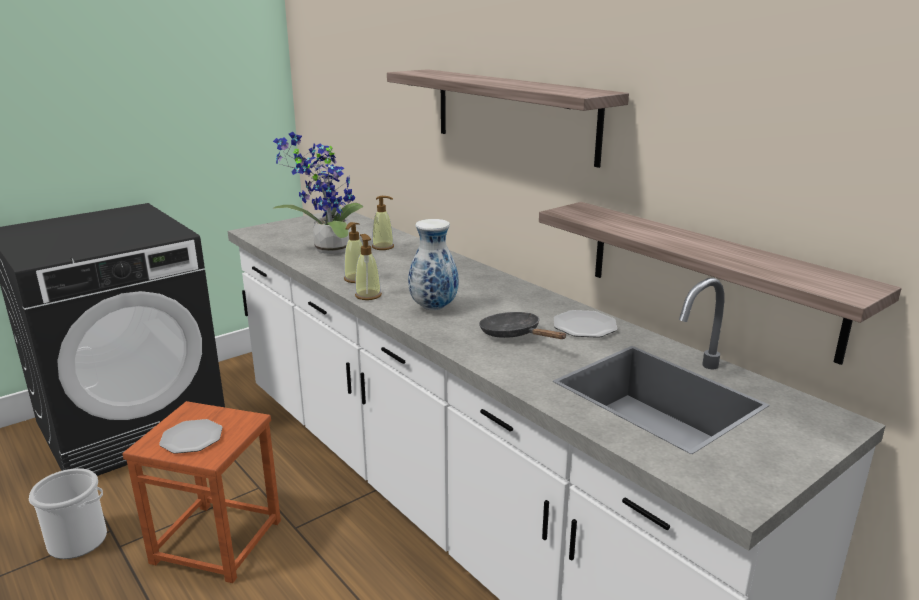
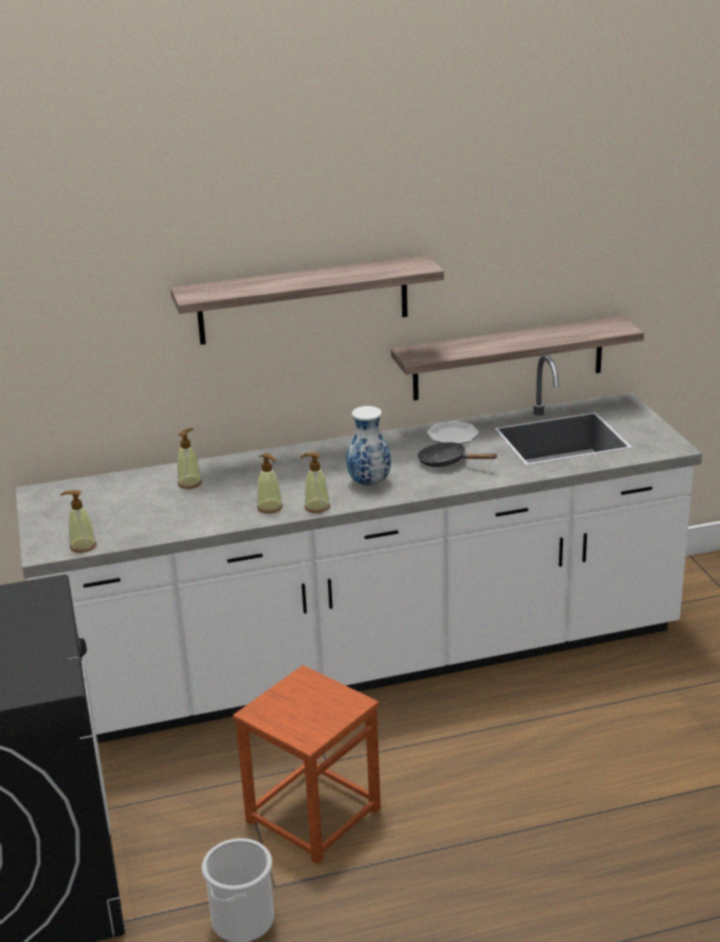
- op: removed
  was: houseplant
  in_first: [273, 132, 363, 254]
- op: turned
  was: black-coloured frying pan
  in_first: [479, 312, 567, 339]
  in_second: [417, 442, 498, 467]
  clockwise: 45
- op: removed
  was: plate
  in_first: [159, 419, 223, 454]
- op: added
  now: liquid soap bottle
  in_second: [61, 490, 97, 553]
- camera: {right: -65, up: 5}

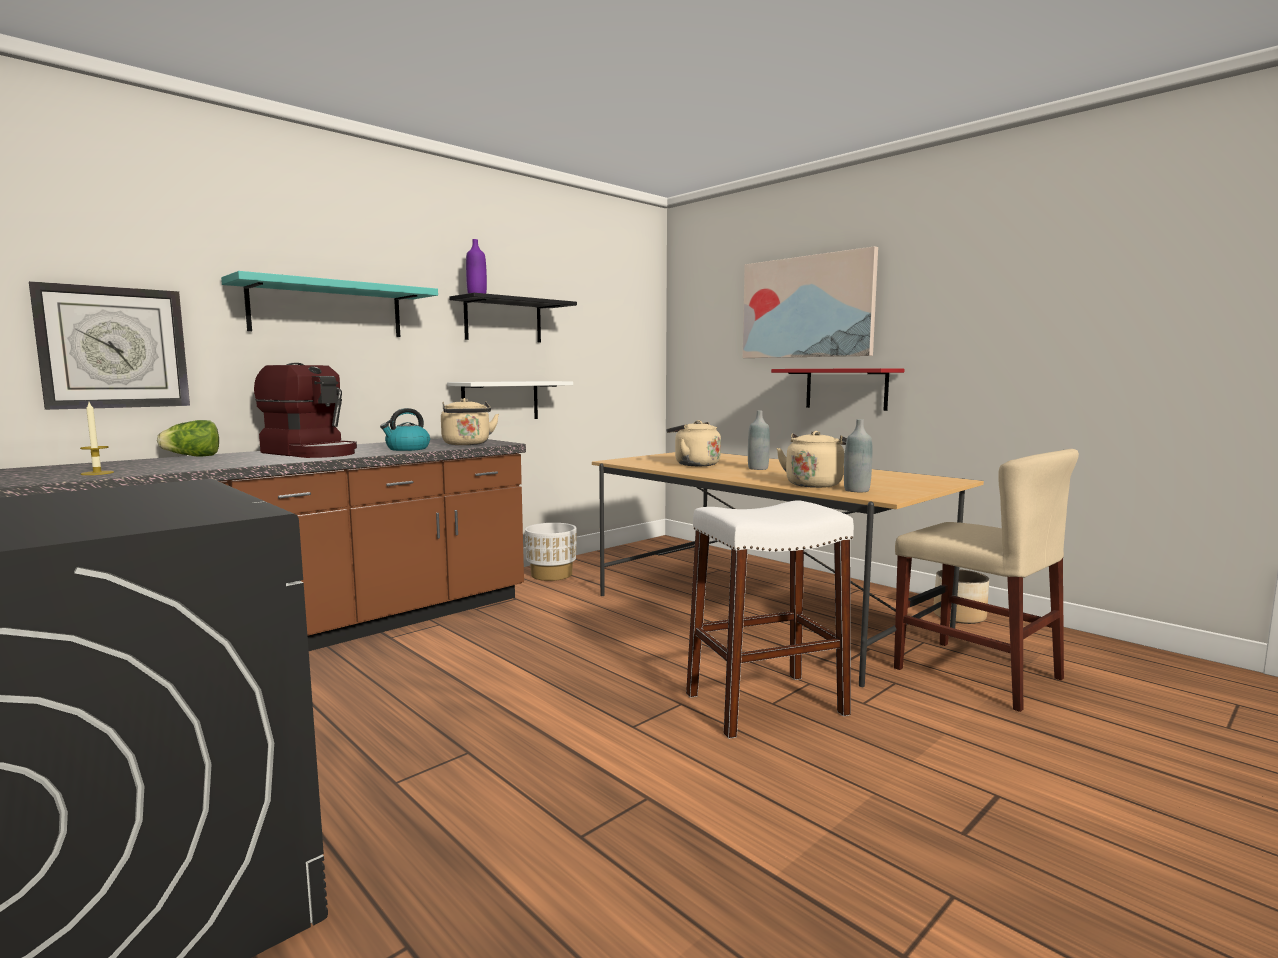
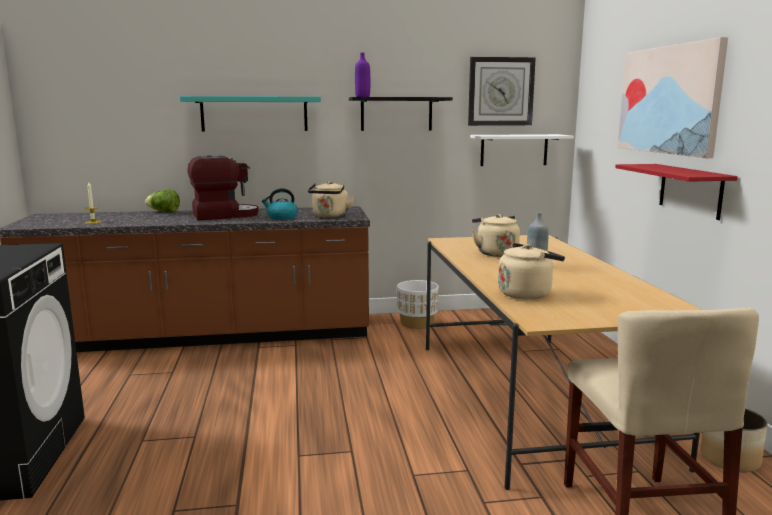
- op: moved
  was: clock on the wall
  in_first: [29, 281, 190, 410]
  in_second: [468, 57, 536, 126]
- op: turned
  was: coffee maker
  in_first: [254, 363, 357, 458]
  in_second: [188, 155, 259, 220]
  clockwise: -90
- op: moved
  was: white-coloured shelf
  in_first: [447, 381, 573, 419]
  in_second: [470, 134, 574, 166]
- op: removed
  was: greyish beverage bottle
  in_first: [844, 419, 872, 492]
- op: removed
  was: white-coloured sitting stool
  in_first: [686, 500, 854, 739]
- camera: {right: 35, up: 5}

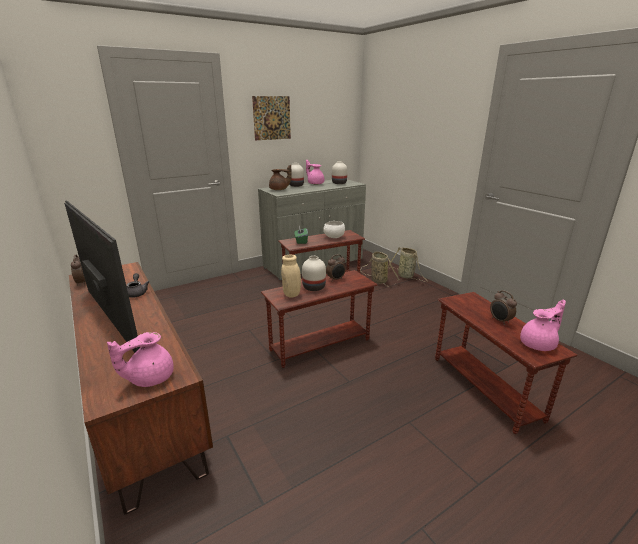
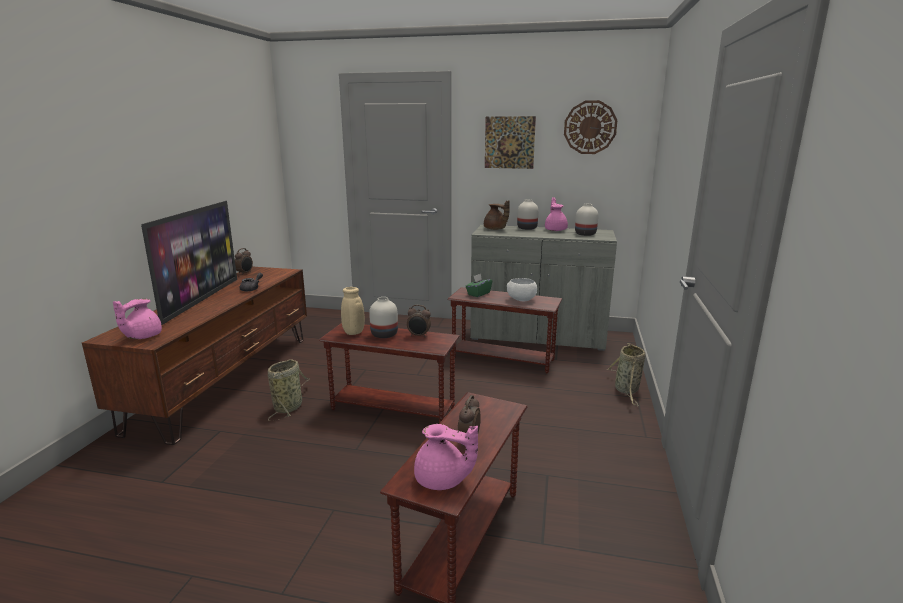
- op: moved
  was: storage basket
  in_first: [361, 252, 399, 287]
  in_second: [268, 360, 310, 421]
- op: turned
  was: pink-coloured teapot
  in_first: [107, 332, 174, 387]
  in_second: [113, 299, 162, 339]
  clockwise: -75
- op: added
  now: clock on the wall
  in_second: [564, 100, 618, 154]
- camera: {right: 45, up: -5}

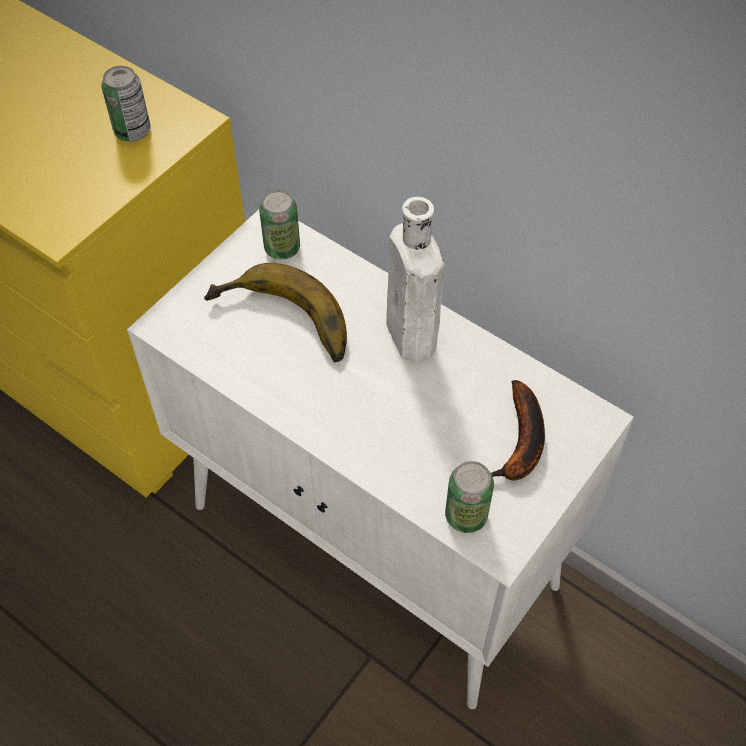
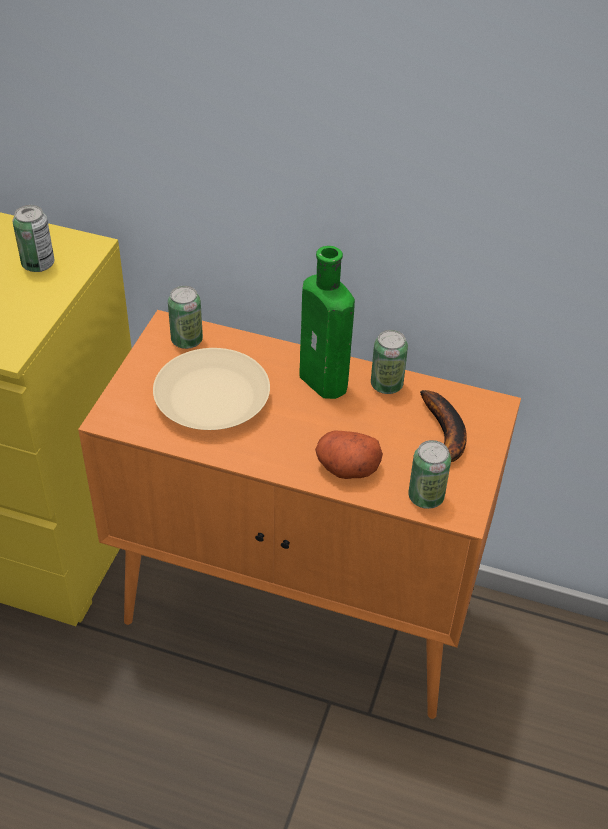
- op: recoloured
  was: white-coloured beverage bottle
  now: greenish beverage bottle
  in_first: [386, 197, 445, 363]
  in_second: [299, 246, 355, 399]
- op: recoloured
  was: white-coloured cabinet
  now: orangey cabinet
  in_first: [127, 210, 634, 709]
  in_second: [78, 310, 521, 719]
- op: replaced
  was: banana
  now: beige-coloured plate
  in_first: [204, 263, 347, 363]
  in_second: [153, 348, 270, 430]
- op: added
  now: sealed can
  in_second: [371, 330, 408, 394]
- op: added
  now: potato
  in_second: [315, 430, 383, 479]
- camera: {right: -20, up: -10}

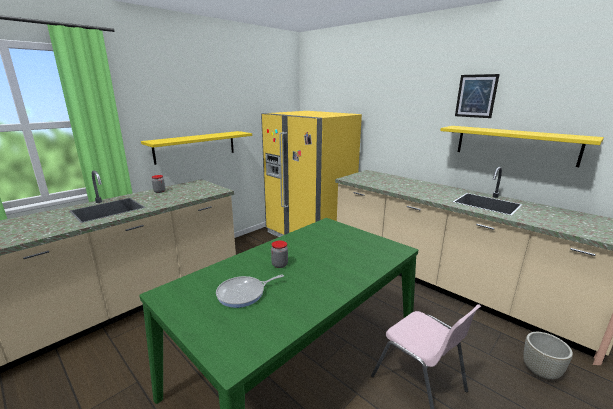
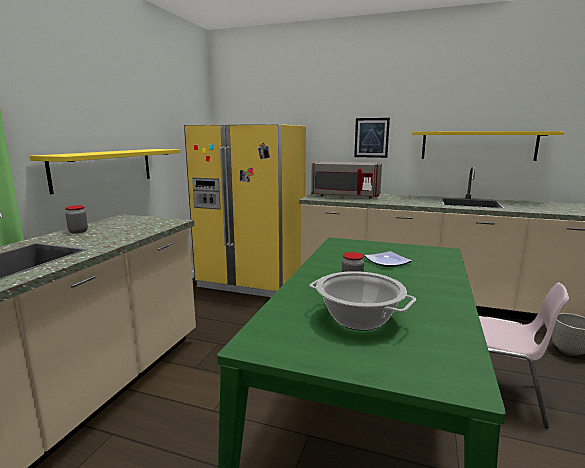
- op: moved
  was: wall picture
  in_first: [455, 74, 500, 118]
  in_second: [354, 118, 390, 158]
- op: replaced
  was: frying pan
  now: cooking pot
  in_first: [216, 275, 284, 308]
  in_second: [309, 271, 416, 331]
- op: added
  now: greyish microwave
  in_second: [311, 161, 382, 199]
- op: added
  now: plate
  in_second: [364, 251, 412, 267]
- camera: {right: -25, up: -5}

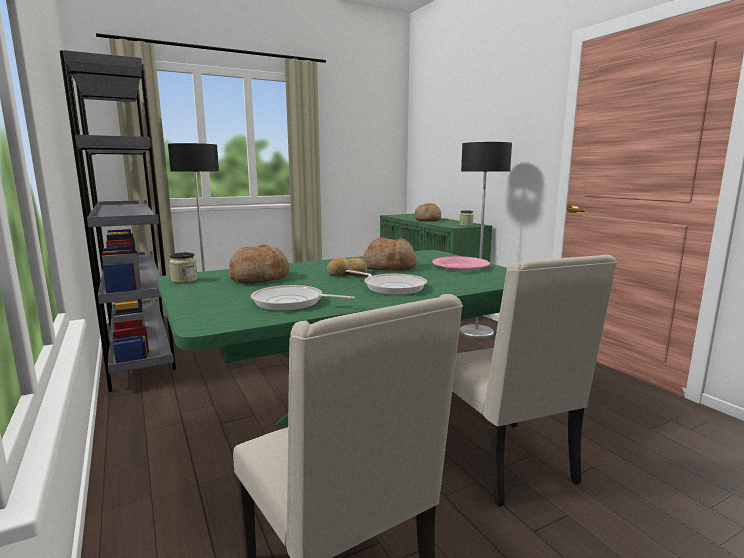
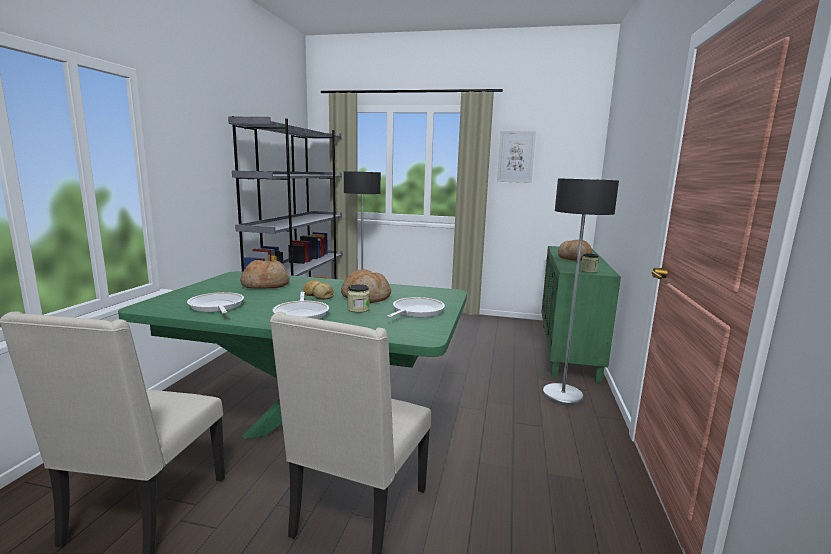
- op: moved
  was: storage jar
  in_first: [169, 252, 198, 283]
  in_second: [347, 284, 370, 313]
- op: replaced
  was: pink-coloured plate
  now: frying pan
  in_first: [432, 256, 490, 270]
  in_second: [387, 297, 445, 318]
- op: added
  now: wall picture
  in_second: [497, 131, 536, 183]
- camera: {right: 40, up: 0}

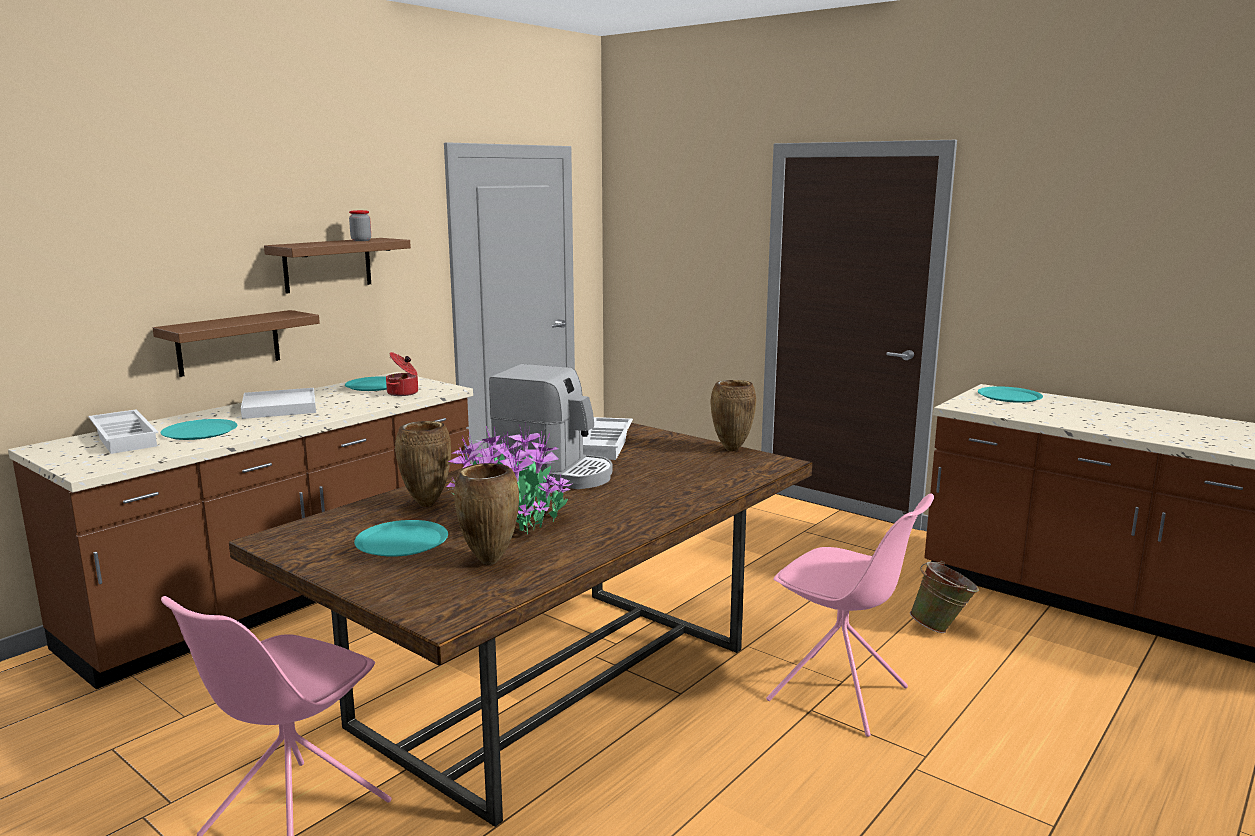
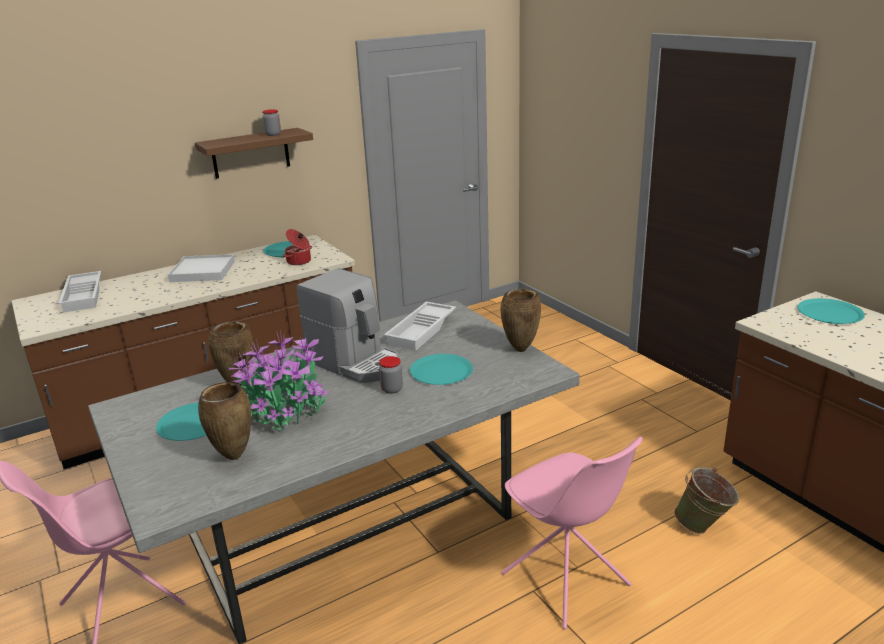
- op: removed
  was: brown-coloured shelf
  in_first: [153, 310, 320, 377]
- op: moved
  was: turquoise plate
  in_first: [161, 419, 237, 440]
  in_second: [410, 354, 473, 385]
- op: recoloured
  was: brown-coloured dinner table
  now: greyish dinner table
  in_first: [229, 423, 813, 827]
  in_second: [88, 300, 580, 644]
- op: added
  now: storage jar
  in_second: [379, 356, 403, 394]
- camera: {right: 20, up: 10}

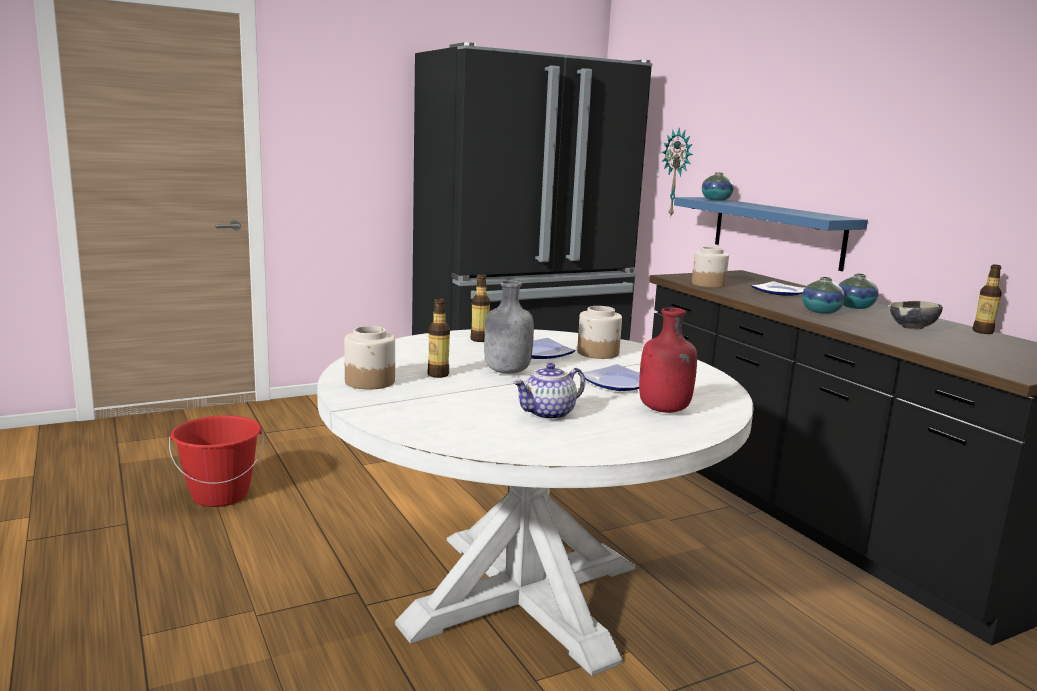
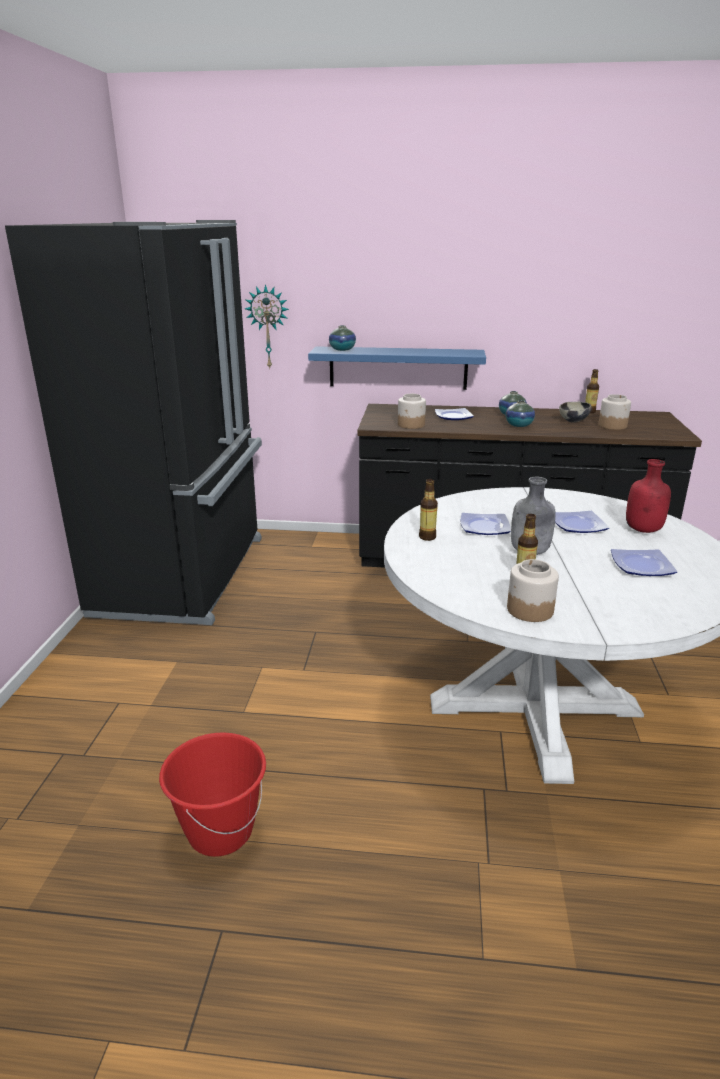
- op: moved
  was: storage jar
  in_first: [577, 306, 622, 359]
  in_second: [599, 394, 631, 430]
- op: replaced
  was: teapot
  now: plate
  in_first: [513, 363, 586, 420]
  in_second: [611, 549, 678, 576]
- camera: {right: -55, up: 10}

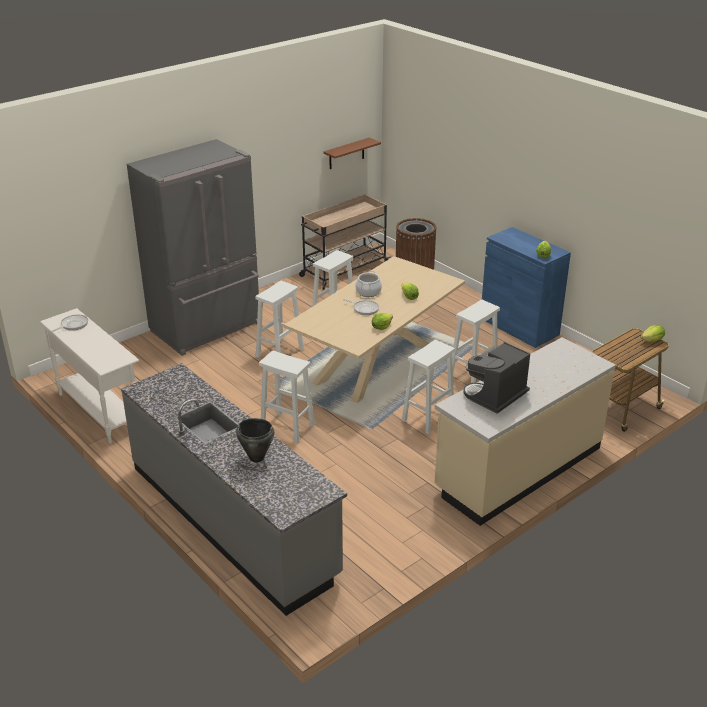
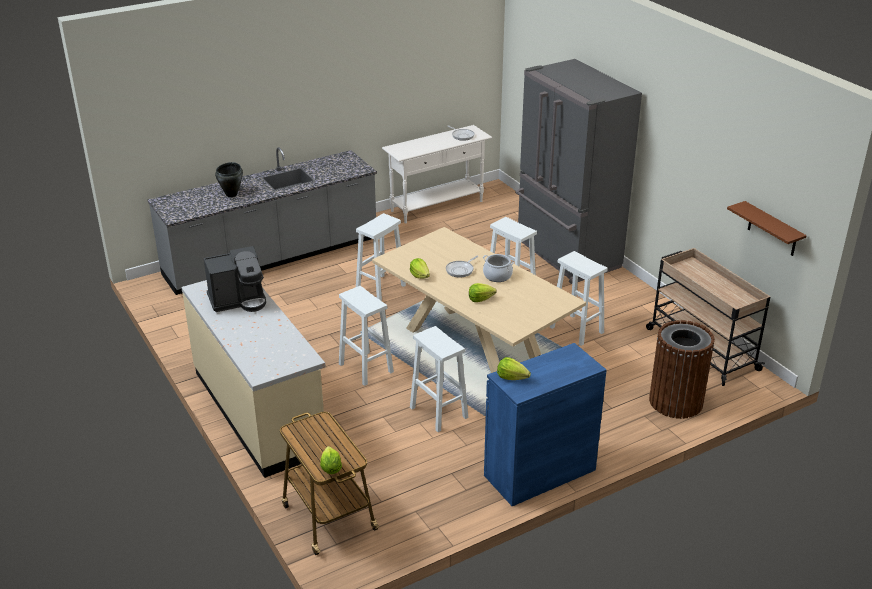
- op: turned
  was: coffee maker
  in_first: [463, 342, 530, 414]
  in_second: [204, 246, 266, 312]
  clockwise: 105
- camera: {right: 100, up: 0}

